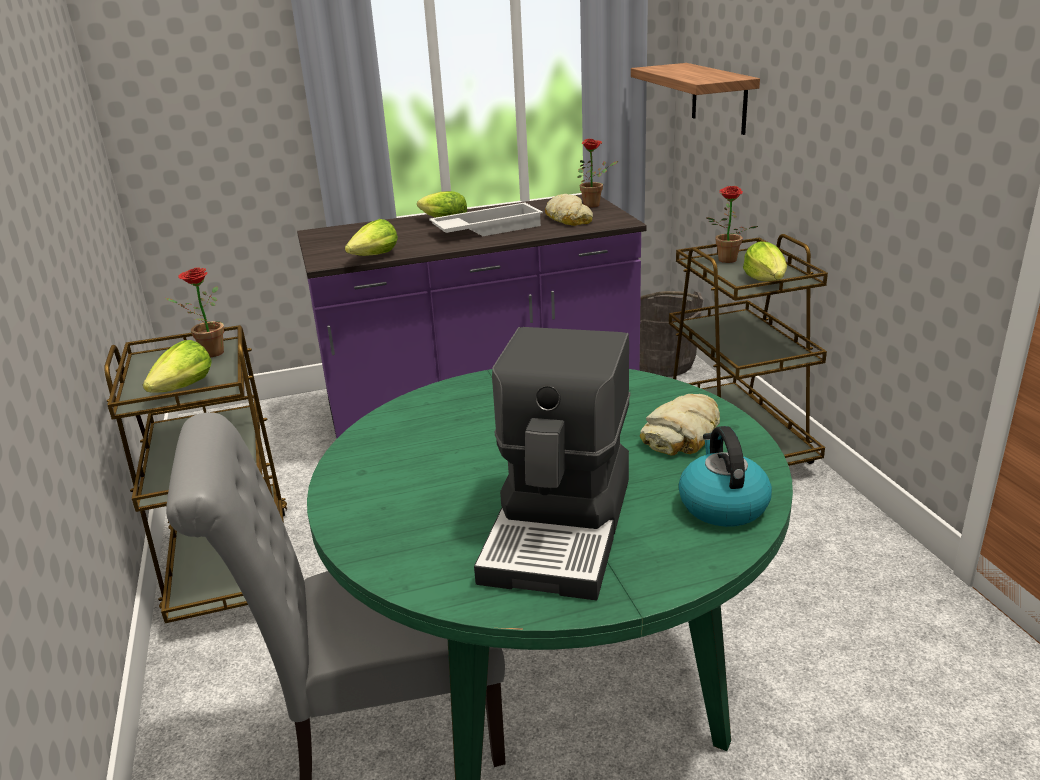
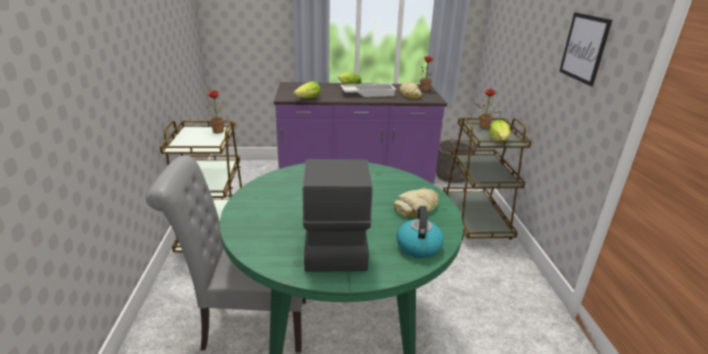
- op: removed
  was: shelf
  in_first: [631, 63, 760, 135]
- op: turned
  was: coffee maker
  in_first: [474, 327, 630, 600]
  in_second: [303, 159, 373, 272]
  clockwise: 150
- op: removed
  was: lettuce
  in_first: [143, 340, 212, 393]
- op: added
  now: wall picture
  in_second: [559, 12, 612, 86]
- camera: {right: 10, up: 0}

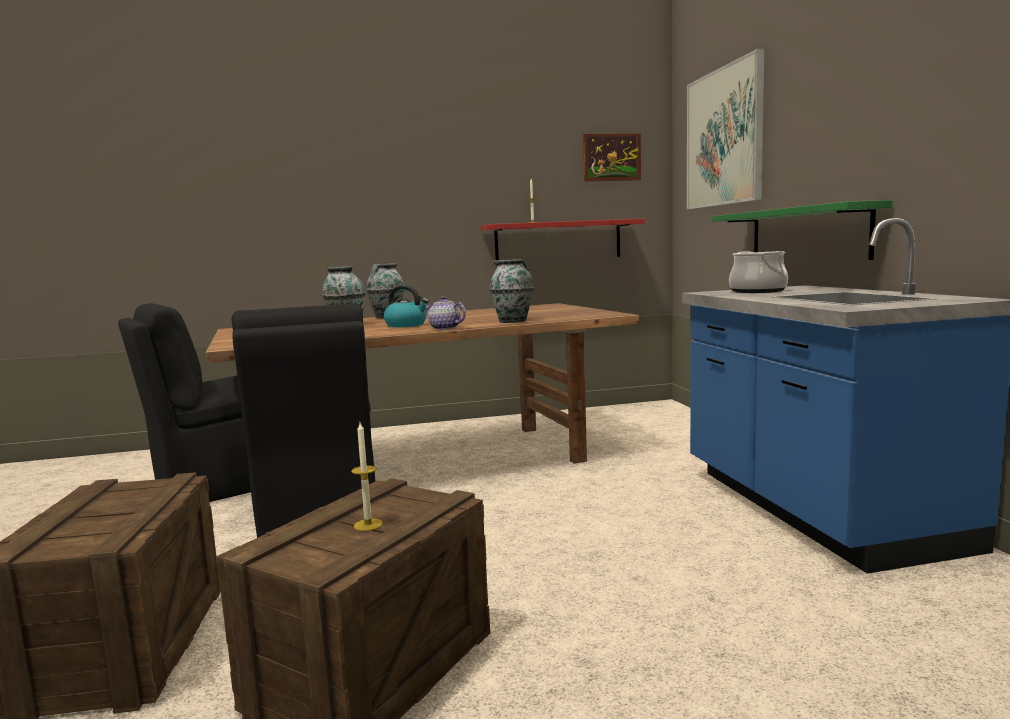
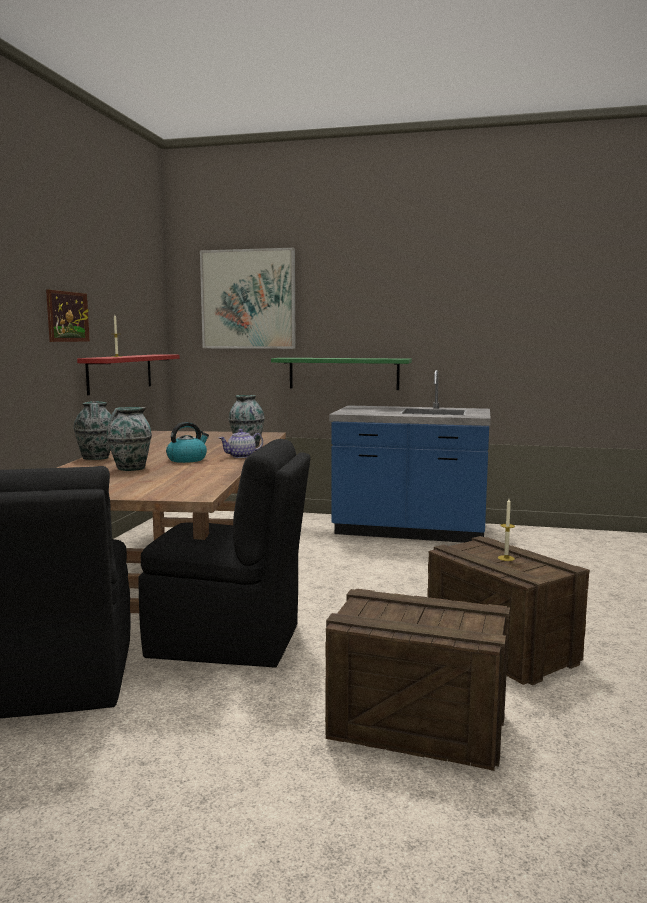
- op: moved
  was: wall picture
  in_first: [583, 133, 641, 182]
  in_second: [46, 290, 90, 342]
- op: removed
  was: cooking pot
  in_first: [729, 251, 788, 293]
- camera: {right: -65, up: 0}

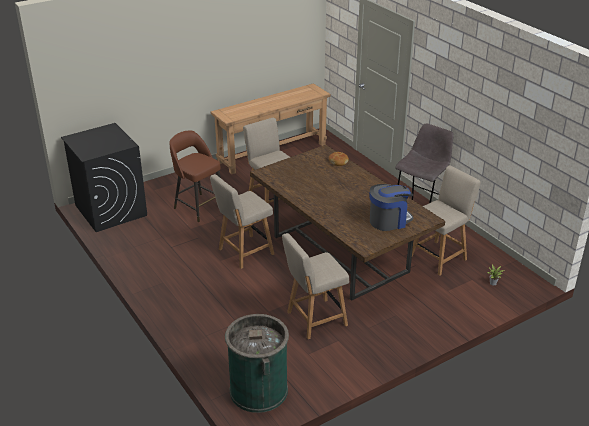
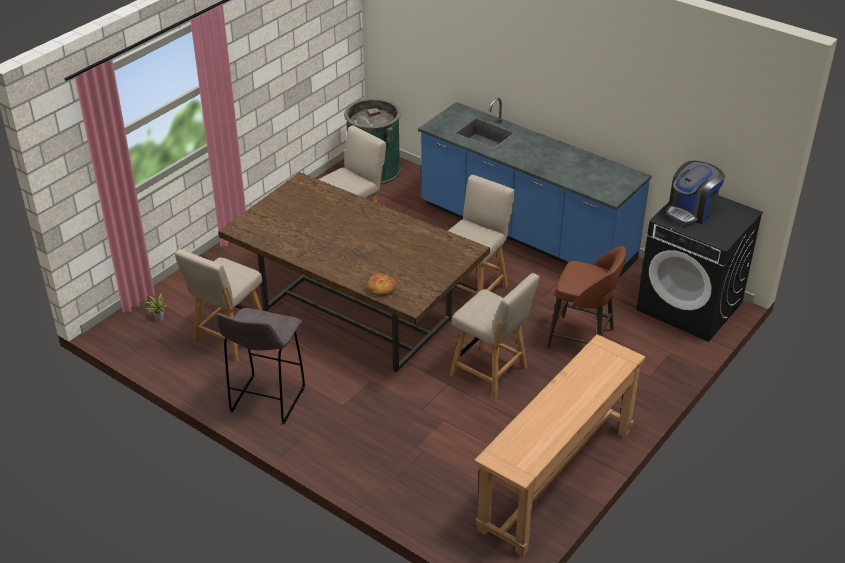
- op: moved
  was: coffee maker
  in_first: [369, 184, 414, 231]
  in_second: [666, 161, 725, 225]
- op: added
  now: blue-coloured counter
  in_second: [418, 98, 652, 277]
- camera: {right: 160, up: 5}

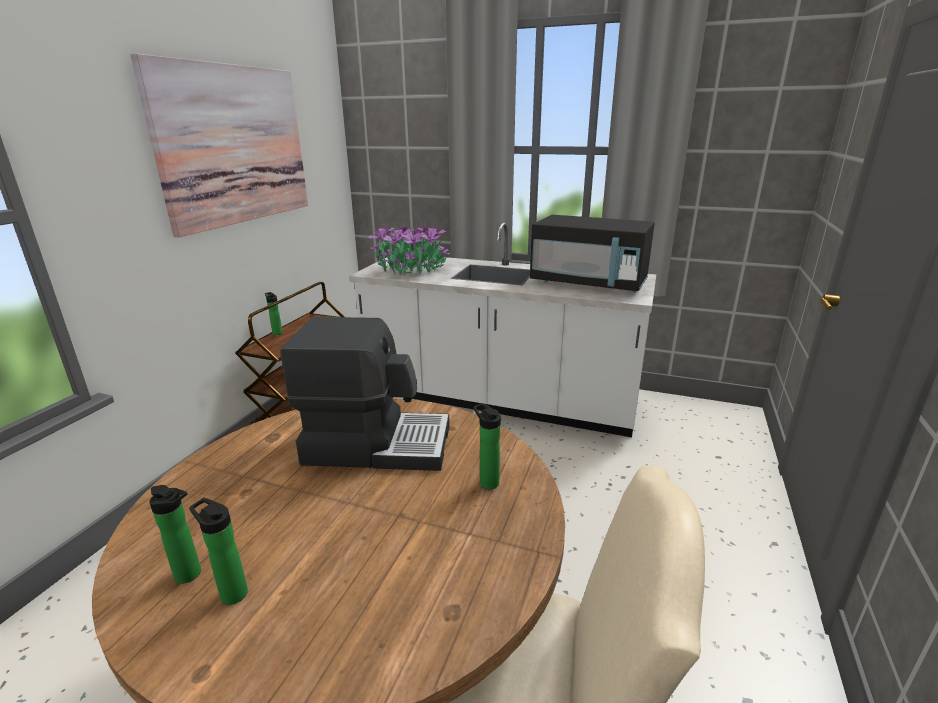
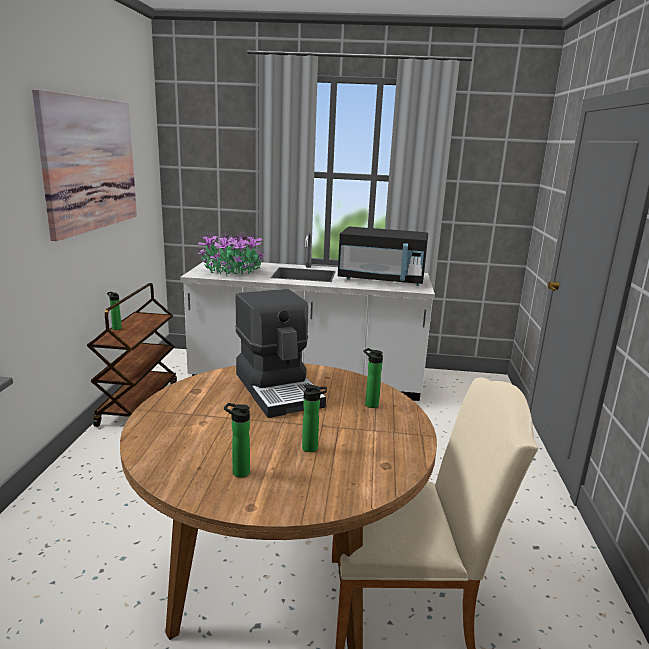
- op: turned
  was: coffee maker
  in_first: [280, 317, 450, 471]
  in_second: [235, 289, 326, 418]
  clockwise: 75
- op: moved
  was: beverage bottle
  in_first: [149, 485, 201, 584]
  in_second: [302, 384, 327, 452]
- camera: {right: -15, up: -5}

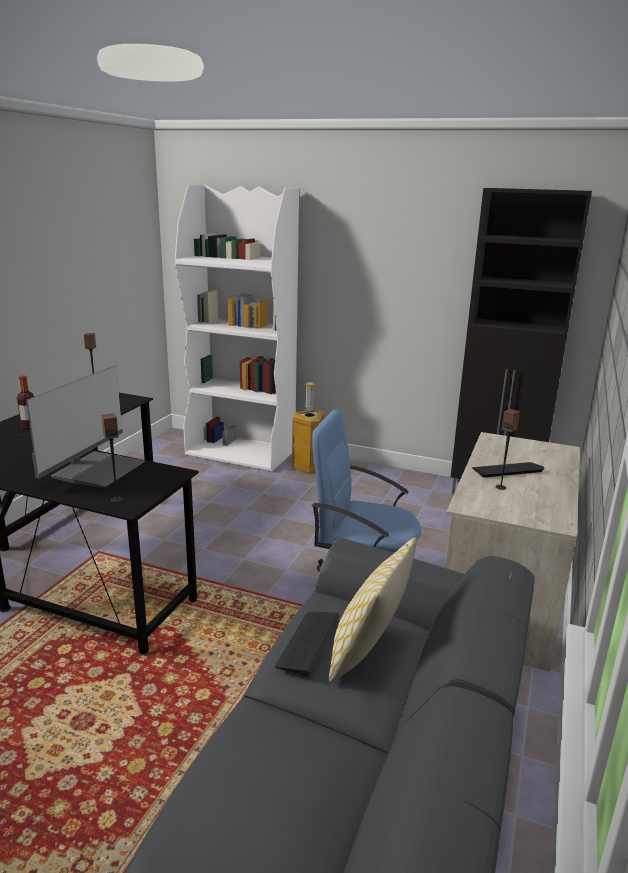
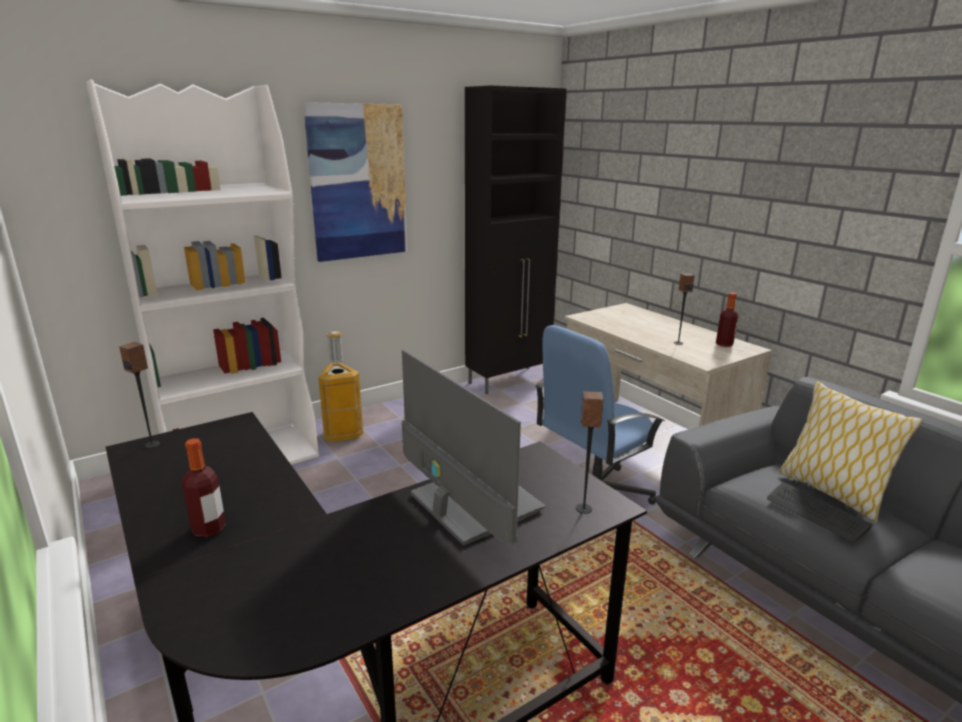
- op: removed
  was: computer keyboard
  in_first: [472, 462, 545, 477]
- op: added
  now: wall picture
  in_second: [303, 102, 407, 262]
- op: added
  now: beverage bottle
  in_second: [716, 293, 738, 347]
- camera: {right: -55, up: 0}

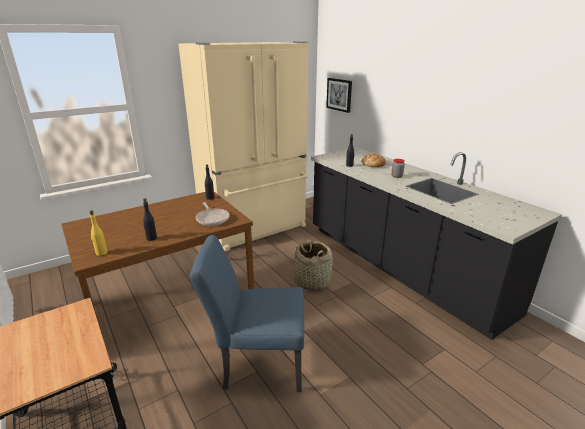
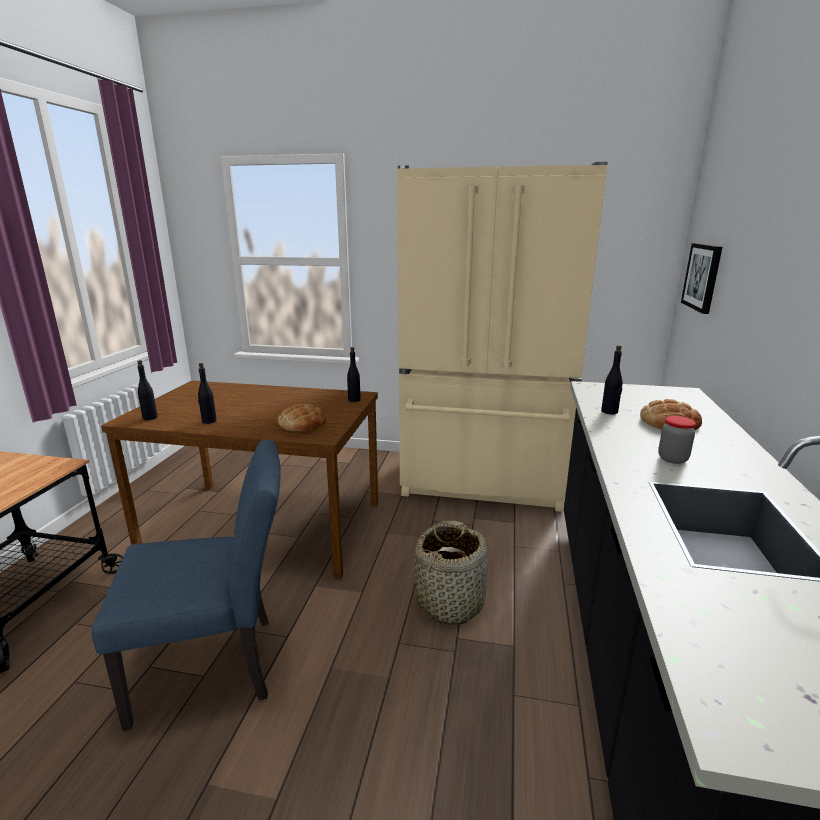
- op: replaced
  was: frying pan
  now: bread
  in_first: [196, 202, 229, 226]
  in_second: [278, 404, 326, 432]
- op: recoloured
  was: yellow-coloured beverage bottle
  now: black-coloured beverage bottle
  in_first: [90, 210, 108, 256]
  in_second: [137, 360, 158, 420]
- op: turned
  was: blue-coloured plain chair
  in_first: [190, 235, 304, 392]
  in_second: [92, 440, 281, 731]
  clockwise: 120
- camera: {right: 45, up: -5}

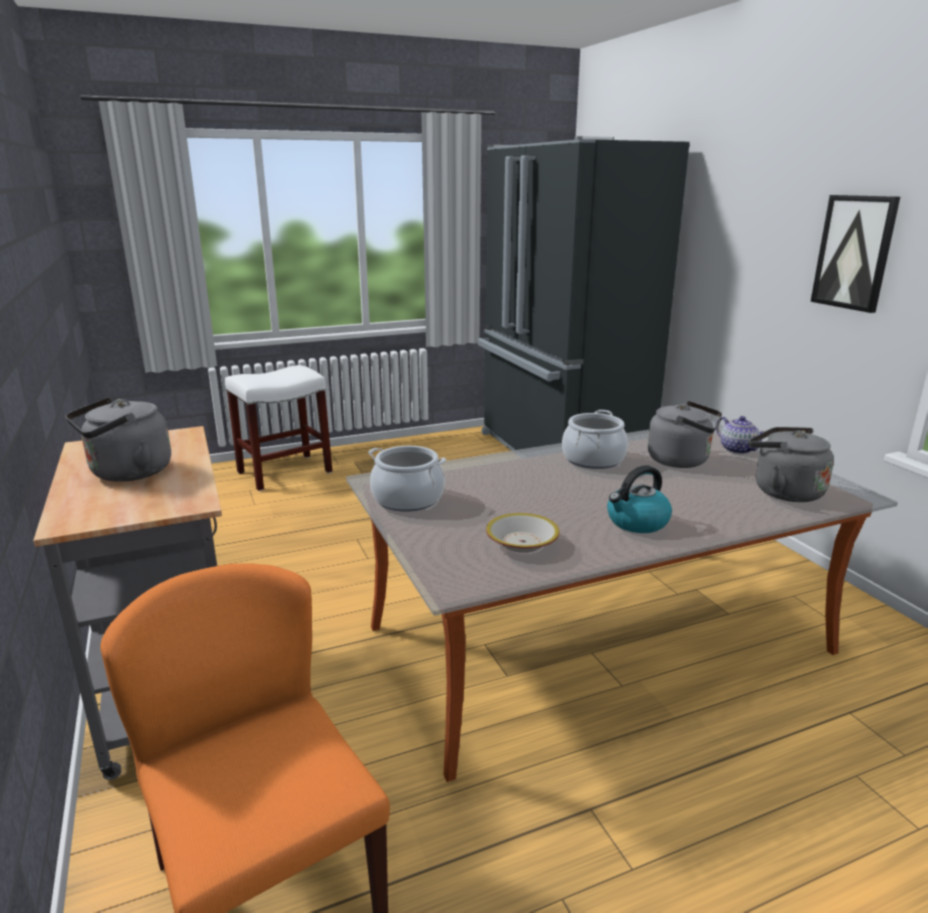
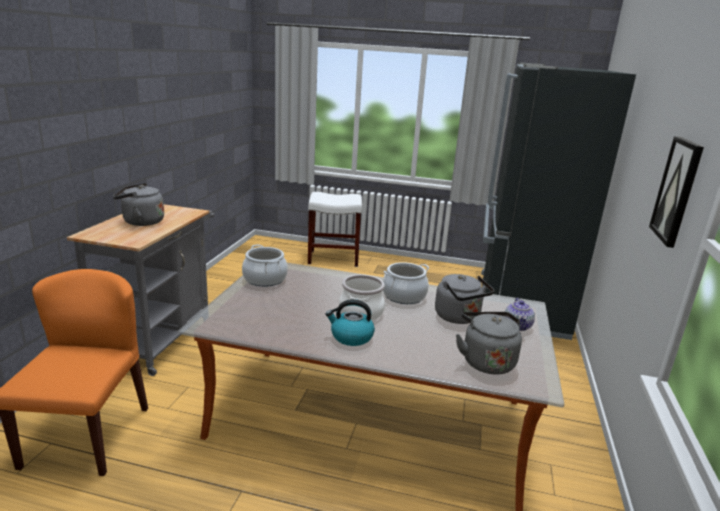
- op: removed
  was: serving bowl
  in_first: [486, 513, 560, 553]
- op: added
  now: cooking pot
  in_second: [339, 274, 385, 320]
- camera: {right: 35, up: 0}

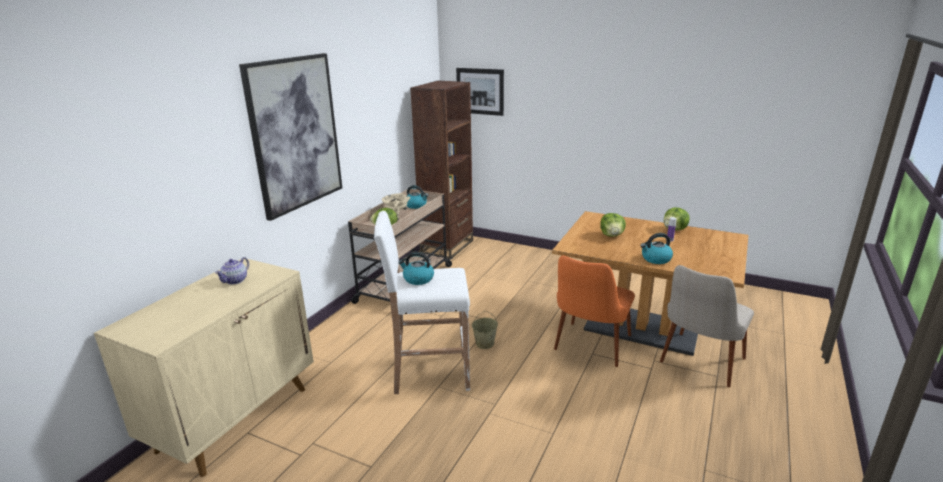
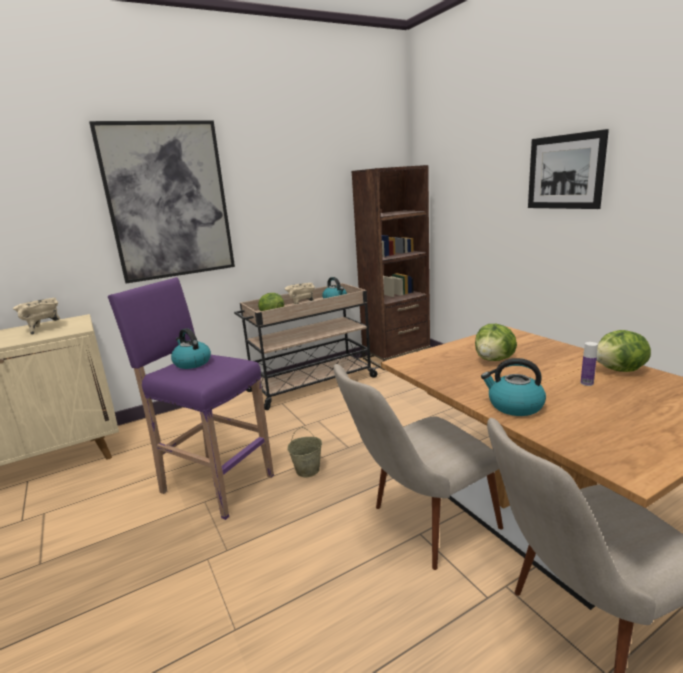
- op: moved
  was: wall picture
  in_first: [456, 68, 504, 116]
  in_second: [528, 129, 609, 209]
- op: recoloured
  was: white-coloured sitting stool
  now: purplish sitting stool
  in_first: [374, 211, 470, 394]
  in_second: [108, 277, 274, 520]
- op: recoloured
  was: orangey plain chair
  now: beige-coloured plain chair
  in_first: [554, 256, 635, 367]
  in_second: [334, 364, 503, 570]
- op: replaced
  was: teapot
  now: beige-coloured cooking pot
  in_first: [215, 257, 249, 285]
  in_second: [13, 297, 60, 335]
- camera: {right: 35, up: -5}

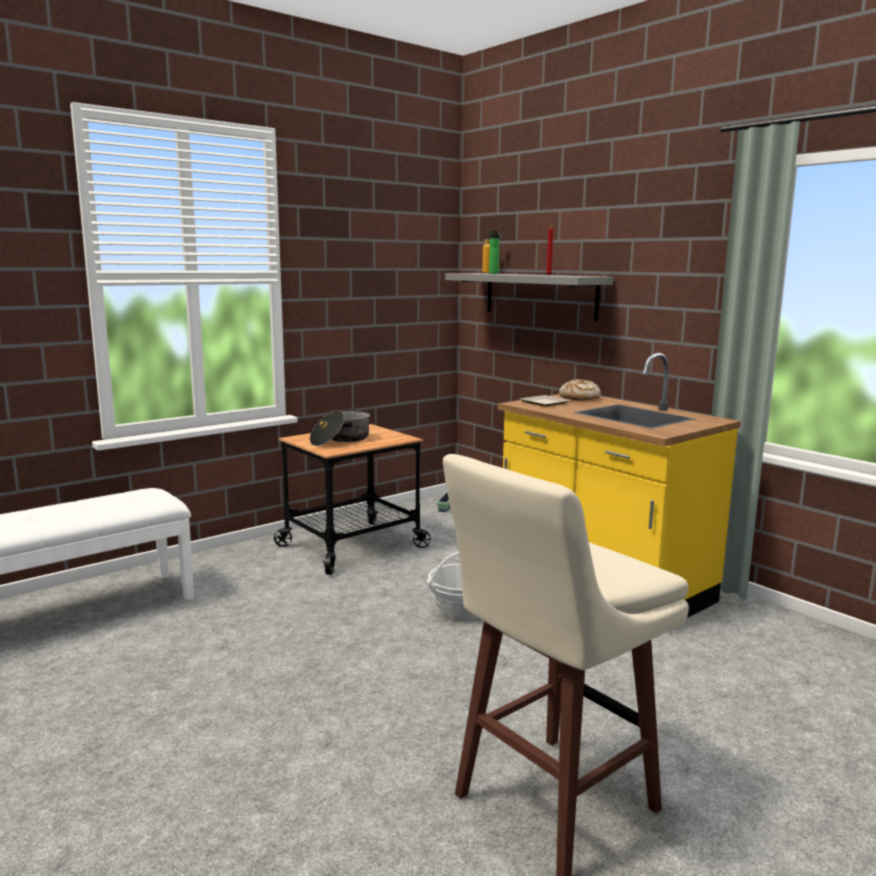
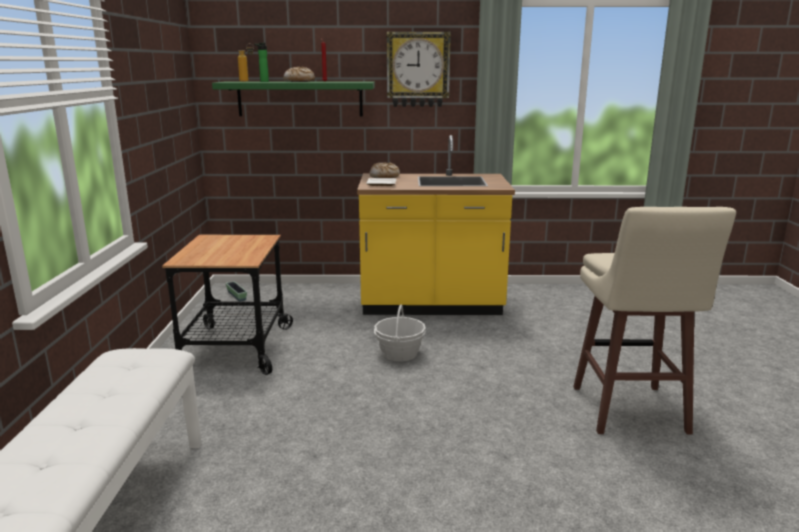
- op: recoloured
  was: greyish shelf
  now: greenish shelf
  in_first: [445, 273, 614, 320]
  in_second: [212, 81, 375, 116]
- op: removed
  was: cooking pot
  in_first: [310, 408, 370, 446]
- op: added
  now: clock on the wall
  in_second: [387, 31, 451, 107]
- op: added
  now: bread
  in_second: [283, 67, 315, 82]
- camera: {right: -50, up: 5}

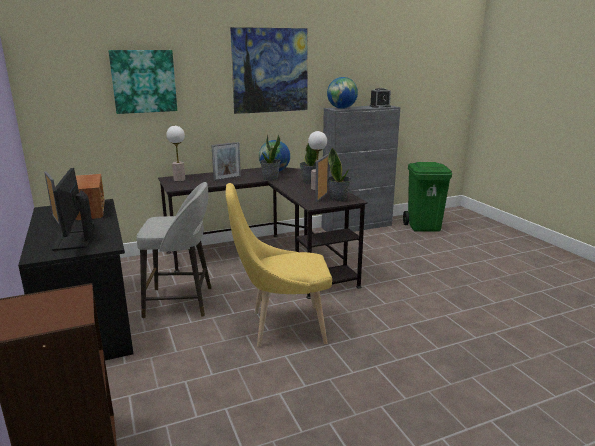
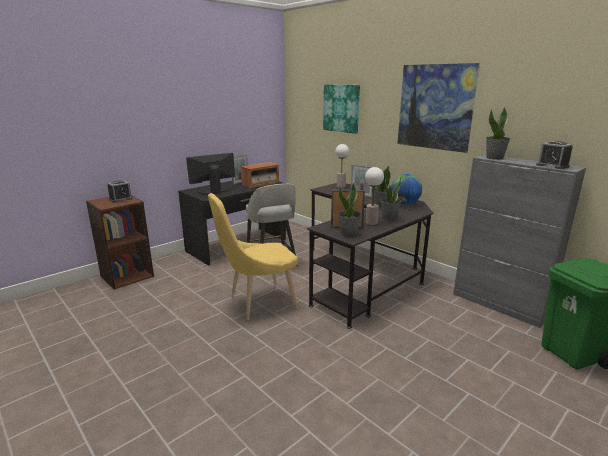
- op: replaced
  was: desk globe
  now: houseplant
  in_first: [327, 77, 358, 109]
  in_second: [486, 107, 510, 160]
- op: turned
  was: yellow-coloured plain chair
  in_first: [226, 183, 332, 347]
  in_second: [208, 193, 298, 320]
  clockwise: -90
- op: added
  now: bedside clock
  in_second: [107, 180, 133, 203]
- camera: {right: 70, up: 0}

